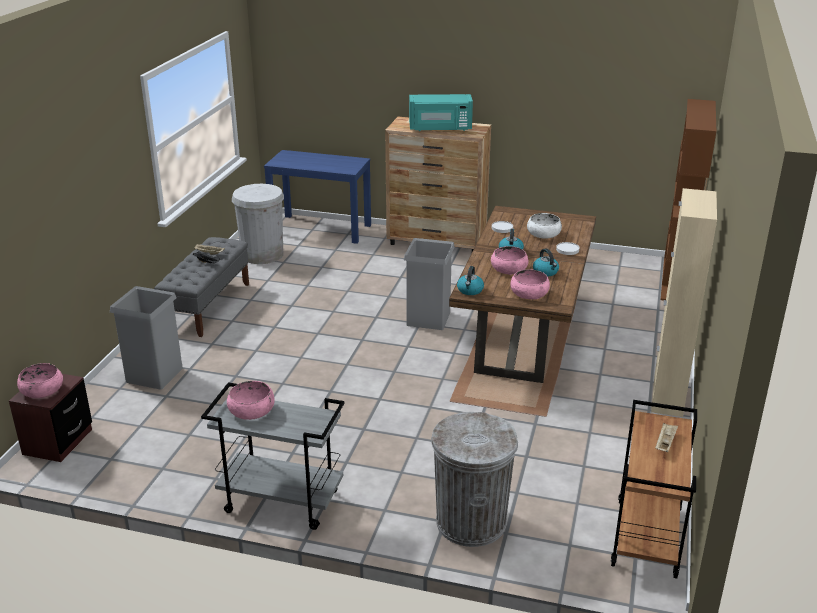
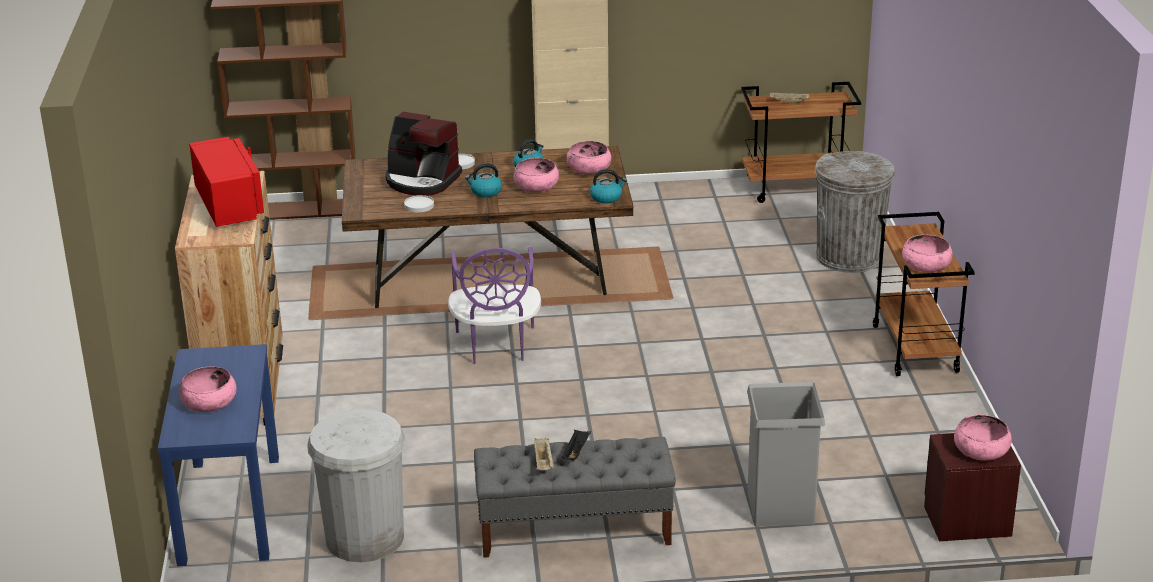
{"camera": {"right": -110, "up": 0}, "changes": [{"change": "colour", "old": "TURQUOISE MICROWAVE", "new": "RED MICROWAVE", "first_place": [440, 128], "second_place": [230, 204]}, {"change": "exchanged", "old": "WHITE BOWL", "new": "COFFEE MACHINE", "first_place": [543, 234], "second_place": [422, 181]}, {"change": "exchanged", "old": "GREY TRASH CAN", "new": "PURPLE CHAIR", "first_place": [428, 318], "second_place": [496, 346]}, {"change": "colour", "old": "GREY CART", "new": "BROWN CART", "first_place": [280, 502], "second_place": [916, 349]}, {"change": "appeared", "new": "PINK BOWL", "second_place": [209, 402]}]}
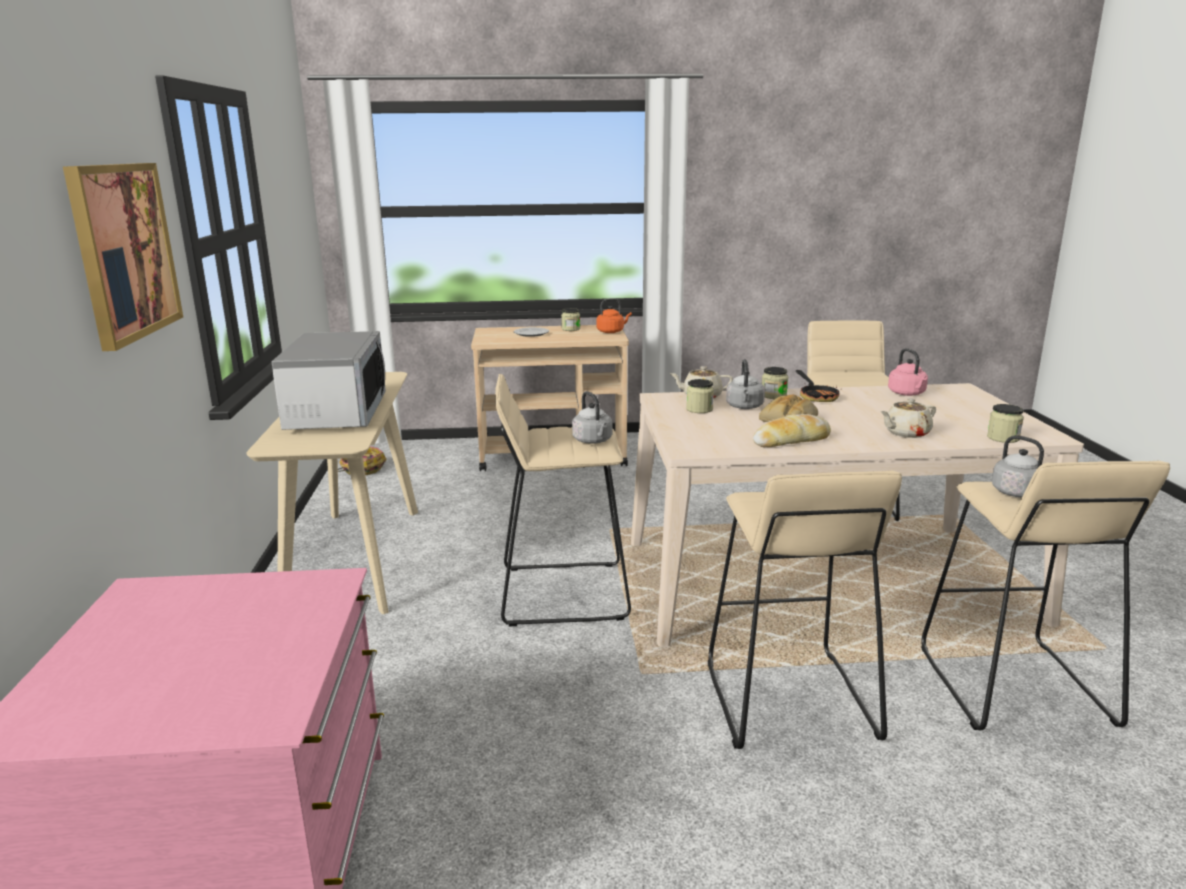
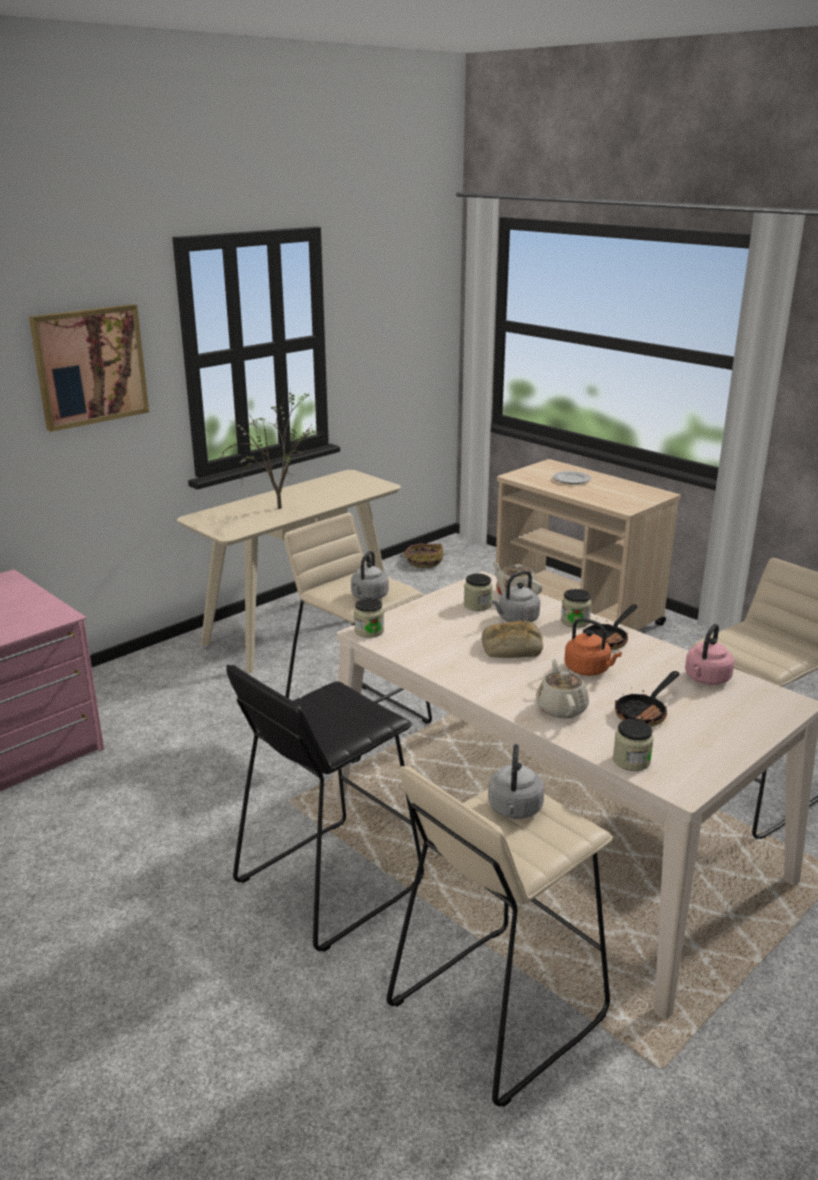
{"camera": {"right": 50, "up": 5}, "changes": [{"change": "relocated", "old": "ORANGE KETTLE", "first_place": [612, 331], "second_place": [589, 670]}, {"change": "relocated", "old": "JAR", "first_place": [570, 329], "second_place": [369, 631]}, {"change": "exchanged", "old": "MICROWAVE", "new": "POTTED PLANT", "first_place": [336, 414], "second_place": [279, 507]}, {"change": "spun", "old": "BEIGE TEAPOT", "first_place": [906, 433], "second_place": [561, 708], "degrees": 60}, {"change": "missing", "old": "BREAD", "first_place": [791, 440]}, {"change": "colour", "old": "BEIGE STOOL", "new": "BLACK STOOL", "first_place": [787, 700], "second_place": [327, 883]}, {"change": "appeared", "new": "FRYING PAN", "second_place": [644, 713]}]}
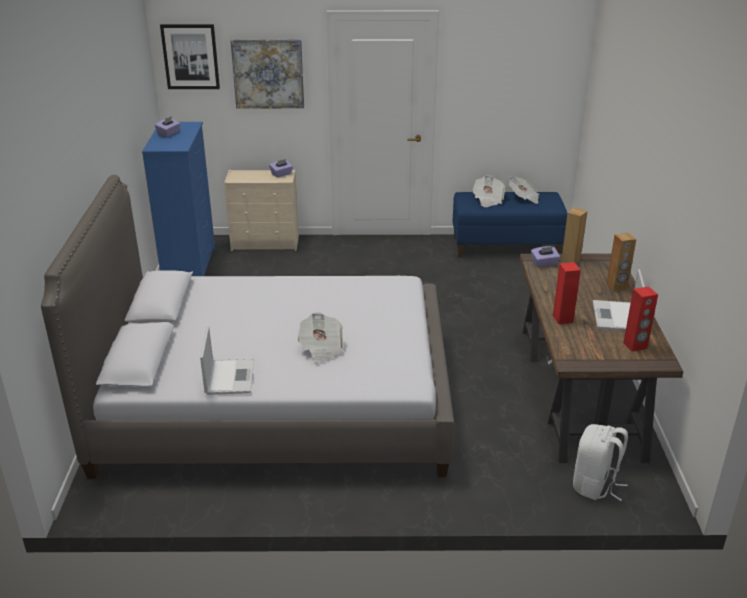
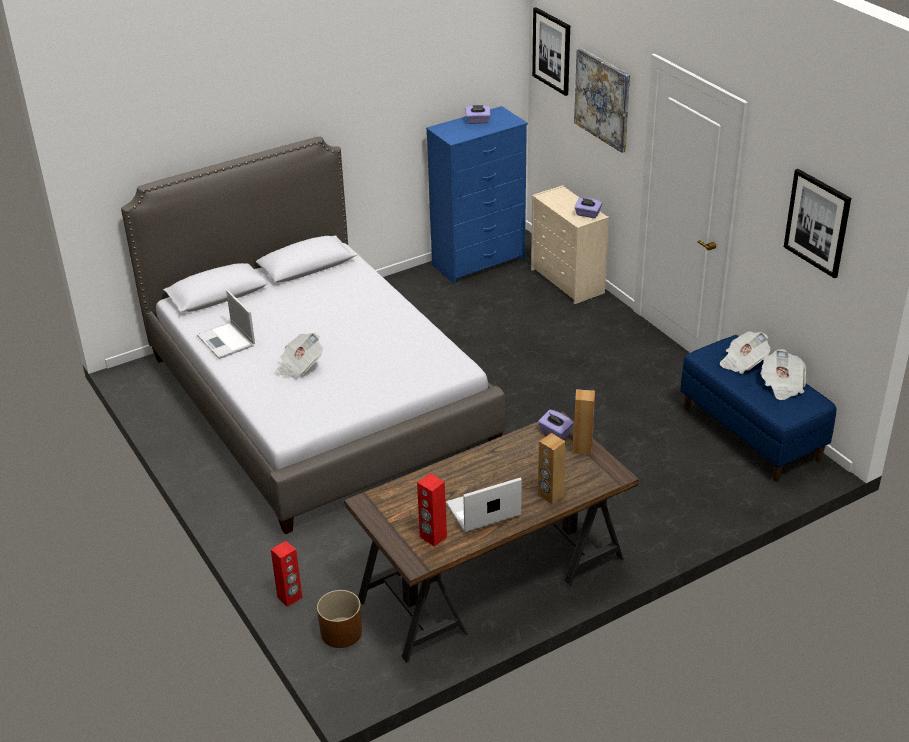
{"camera": {"right": 60, "up": 5}, "changes": [{"change": "relocated", "old": "RED SPEAKER", "first_place": [563, 319], "second_place": [290, 597]}, {"change": "spun", "old": "LAPTOP", "first_place": [229, 376], "second_place": [227, 341], "degrees": 90}, {"change": "exchanged", "old": "WHITE BACKPACK", "new": "BROWN PLANTER", "first_place": [595, 485], "second_place": [341, 633]}, {"change": "appeared", "new": "PICTURE", "second_place": [817, 222]}]}
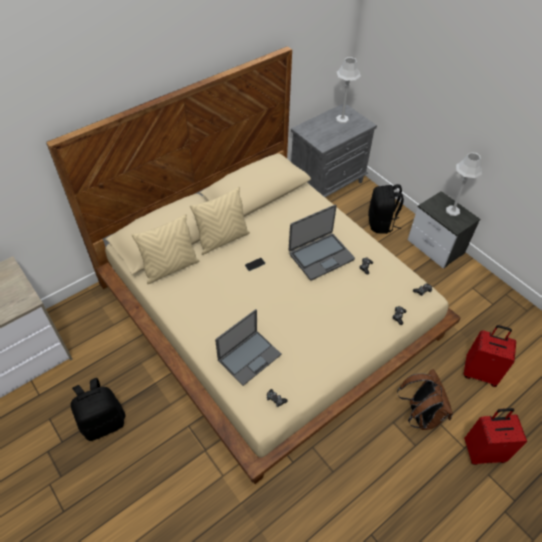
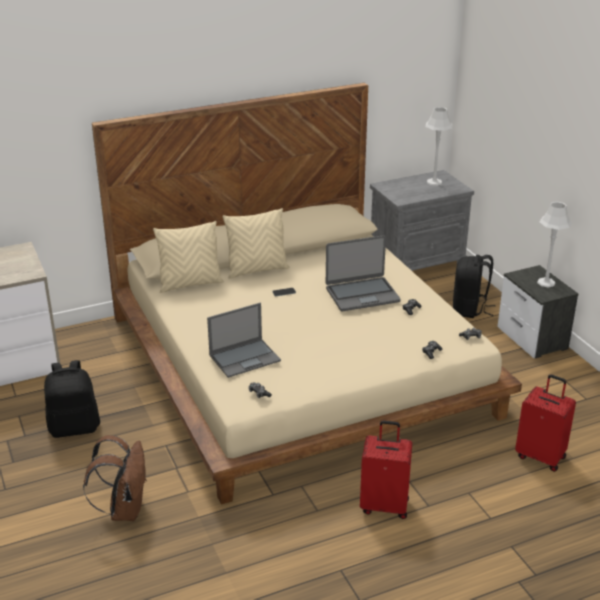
{"camera": {"right": 15, "up": -20}, "changes": [{"change": "relocated", "old": "BROWN BACKPACK", "first_place": [419, 414], "second_place": [124, 509]}, {"change": "relocated", "old": "RED SUITCASE", "first_place": [483, 451], "second_place": [384, 505]}]}
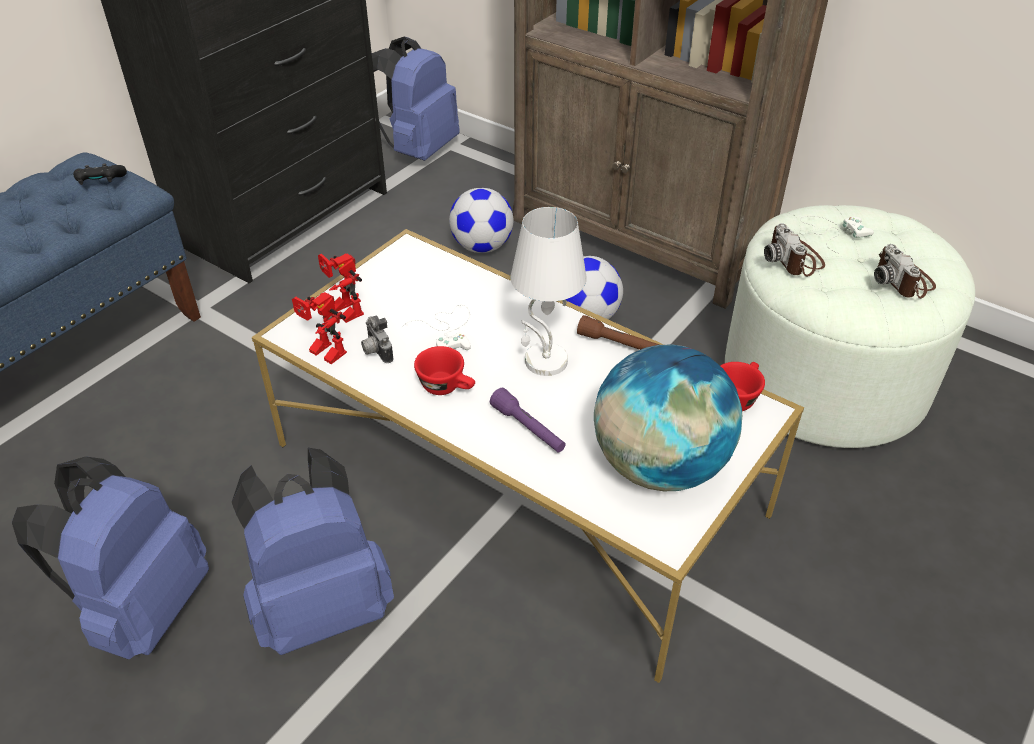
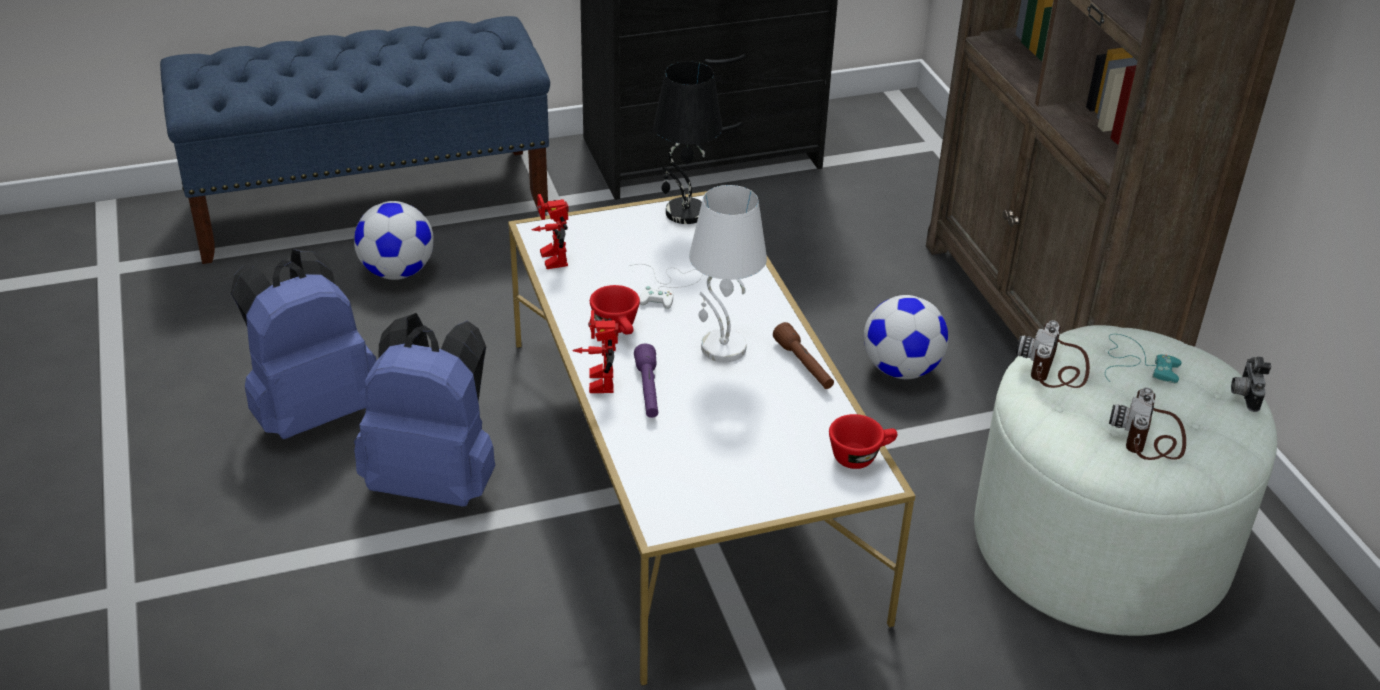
{"camera": {"right": 35, "up": -5}, "changes": [{"change": "missing", "old": "BLUE BACKPACK", "first_place": [418, 150]}, {"change": "missing", "old": "BLACK GAME CONTROLLER", "first_place": [101, 183]}, {"change": "relocated", "old": "FOOTBALL", "first_place": [482, 246], "second_place": [398, 272]}, {"change": "colour", "old": "WHITE GAME CONTROLLER", "new": "TURQUOISE GAME CONTROLLER", "first_place": [833, 231], "second_place": [1136, 362]}, {"change": "relocated", "old": "TOY ROBOT", "first_place": [342, 311], "second_place": [596, 380]}, {"change": "relocated", "old": "PHOTO CAMERA", "first_place": [376, 351], "second_place": [1243, 395]}, {"change": "missing", "old": "GLOBE", "first_place": [659, 466]}, {"change": "appeared", "new": "BLACK TABLE LAMP", "second_place": [684, 213]}]}
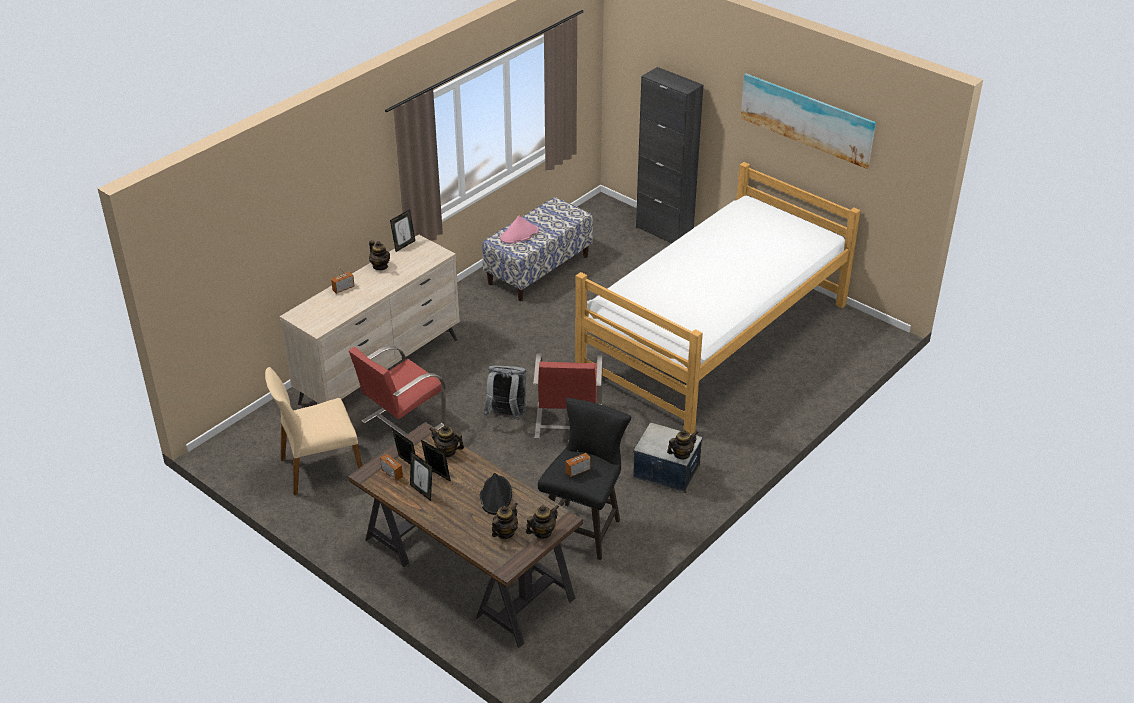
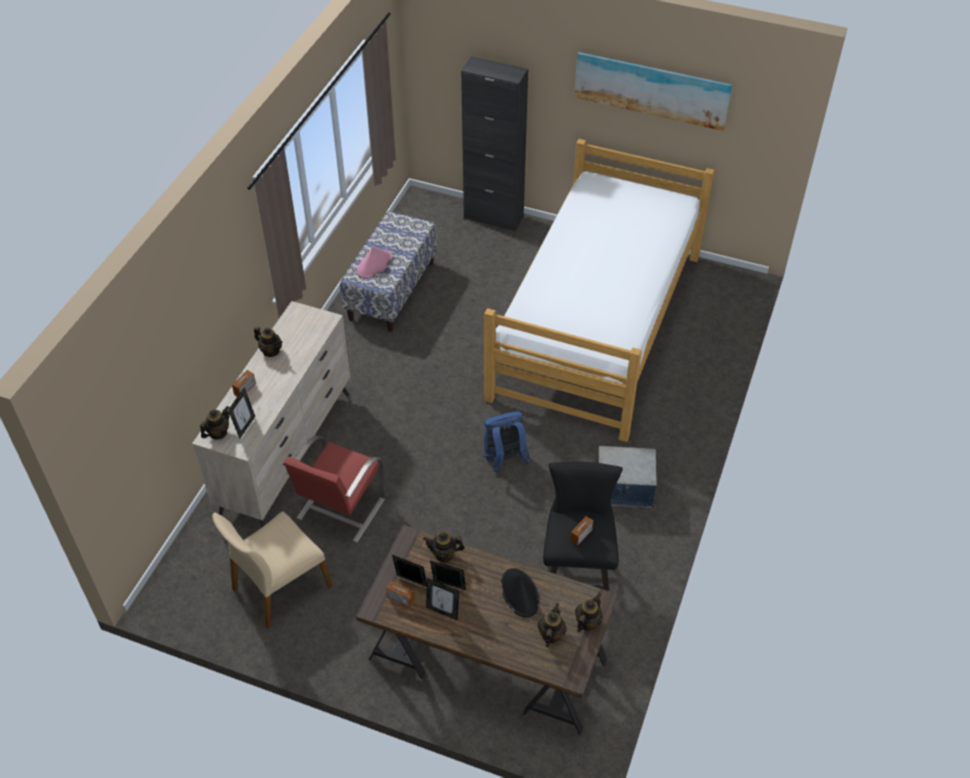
{"camera": {"right": -20, "up": 10}, "changes": [{"change": "relocated", "old": "PICTURE FRAME", "first_place": [404, 245], "second_place": [245, 426]}, {"change": "exchanged", "old": "RED CHAIR", "new": "BLUE BACKPACK", "first_place": [568, 422], "second_place": [504, 460]}, {"change": "missing", "old": "GREY BACKPACK", "first_place": [506, 415]}, {"change": "relocated", "old": "TEAPOT", "first_place": [681, 454], "second_place": [218, 433]}]}
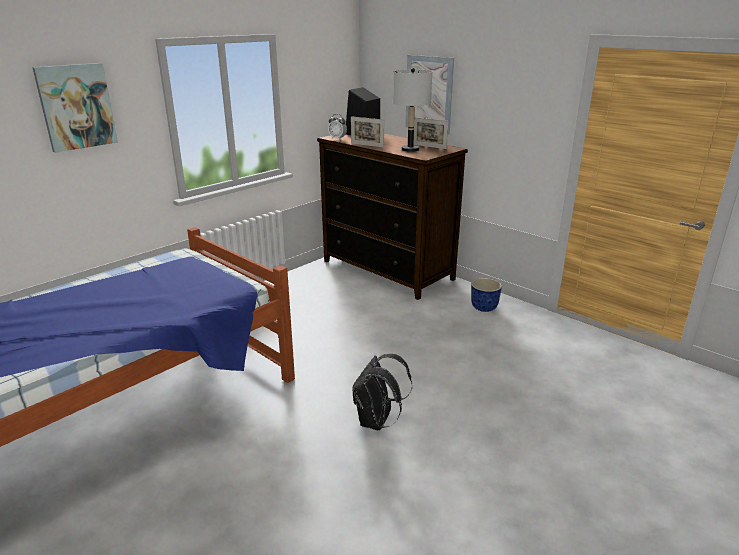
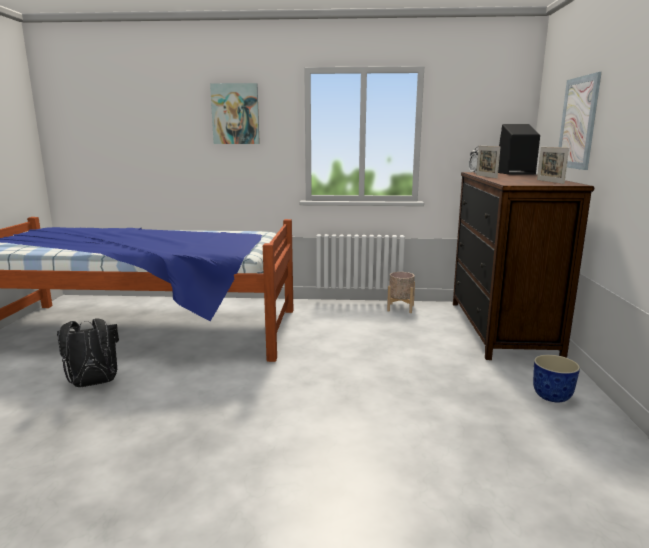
{"camera": {"right": 50, "up": -10}, "changes": [{"change": "missing", "old": "GREY TABLE LAMP", "first_place": [410, 150]}, {"change": "relocated", "old": "BLACK BACKPACK", "first_place": [377, 421], "second_place": [93, 384]}, {"change": "appeared", "new": "BEIGE PLANTER", "second_place": [400, 308]}]}
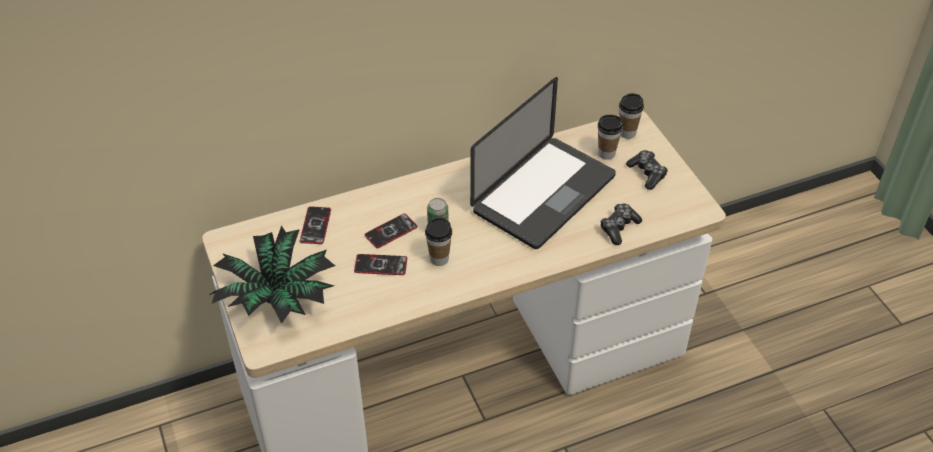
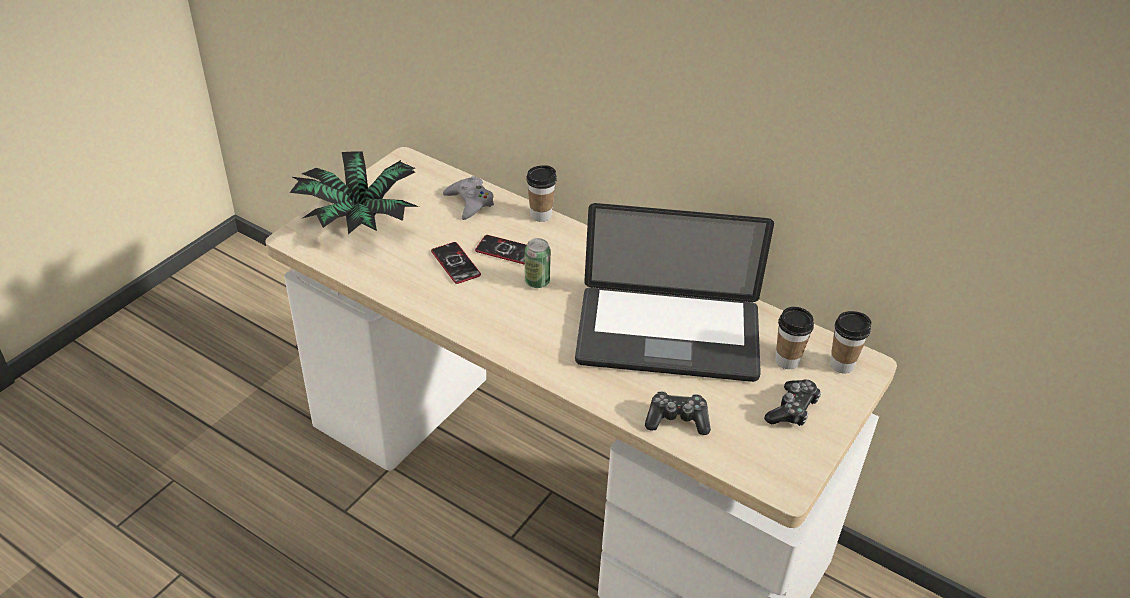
{"camera": {"right": 55, "up": -5}, "changes": [{"change": "exchanged", "old": "PHONE", "new": "GREY GAME CONTROLLER", "first_place": [315, 226], "second_place": [470, 202]}, {"change": "relocated", "old": "CUP", "first_place": [439, 259], "second_place": [540, 215]}]}
